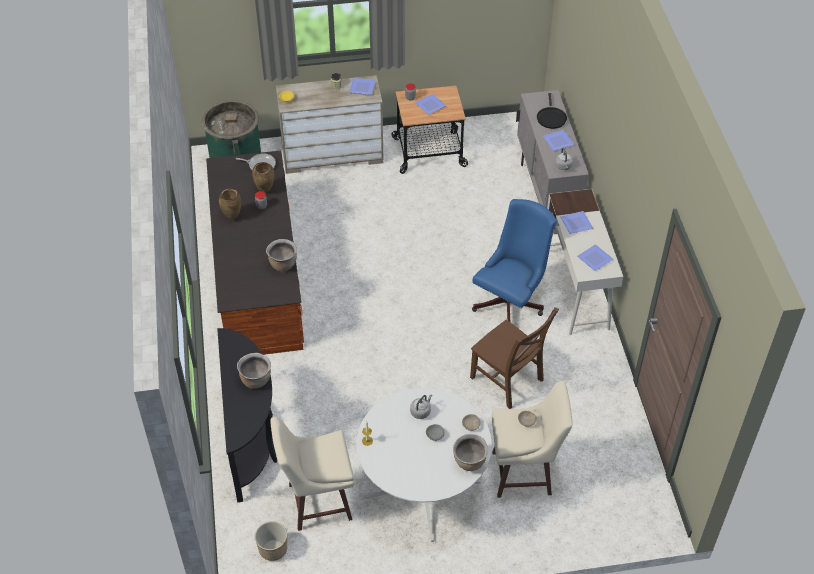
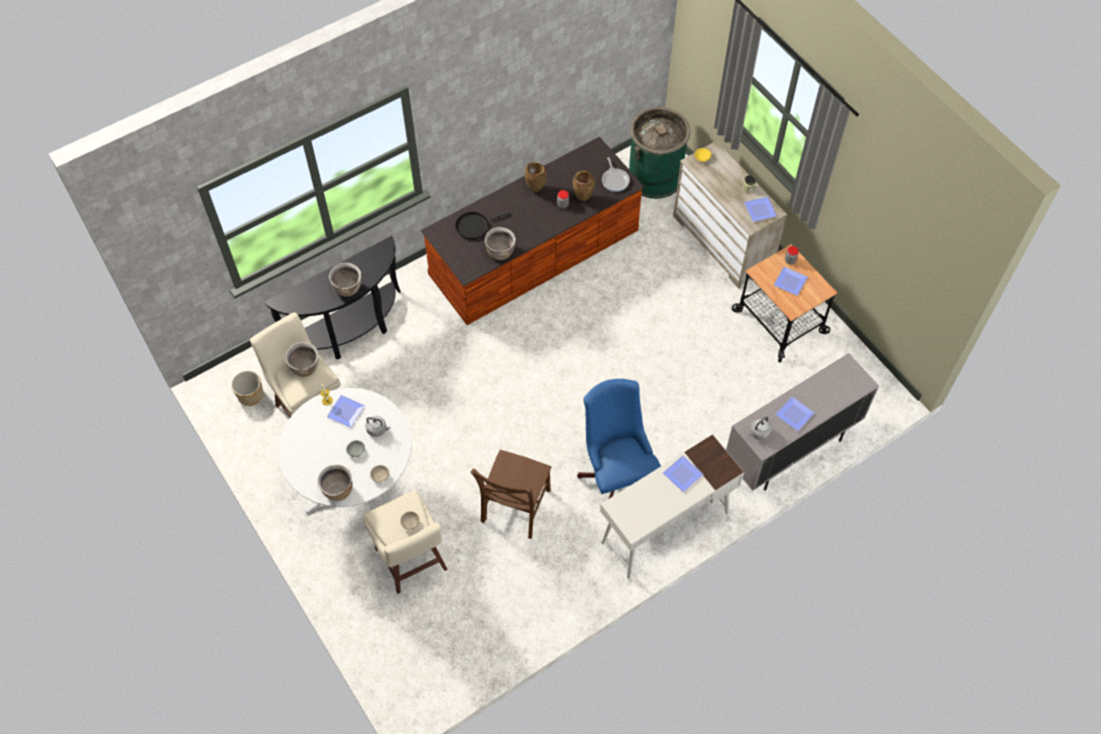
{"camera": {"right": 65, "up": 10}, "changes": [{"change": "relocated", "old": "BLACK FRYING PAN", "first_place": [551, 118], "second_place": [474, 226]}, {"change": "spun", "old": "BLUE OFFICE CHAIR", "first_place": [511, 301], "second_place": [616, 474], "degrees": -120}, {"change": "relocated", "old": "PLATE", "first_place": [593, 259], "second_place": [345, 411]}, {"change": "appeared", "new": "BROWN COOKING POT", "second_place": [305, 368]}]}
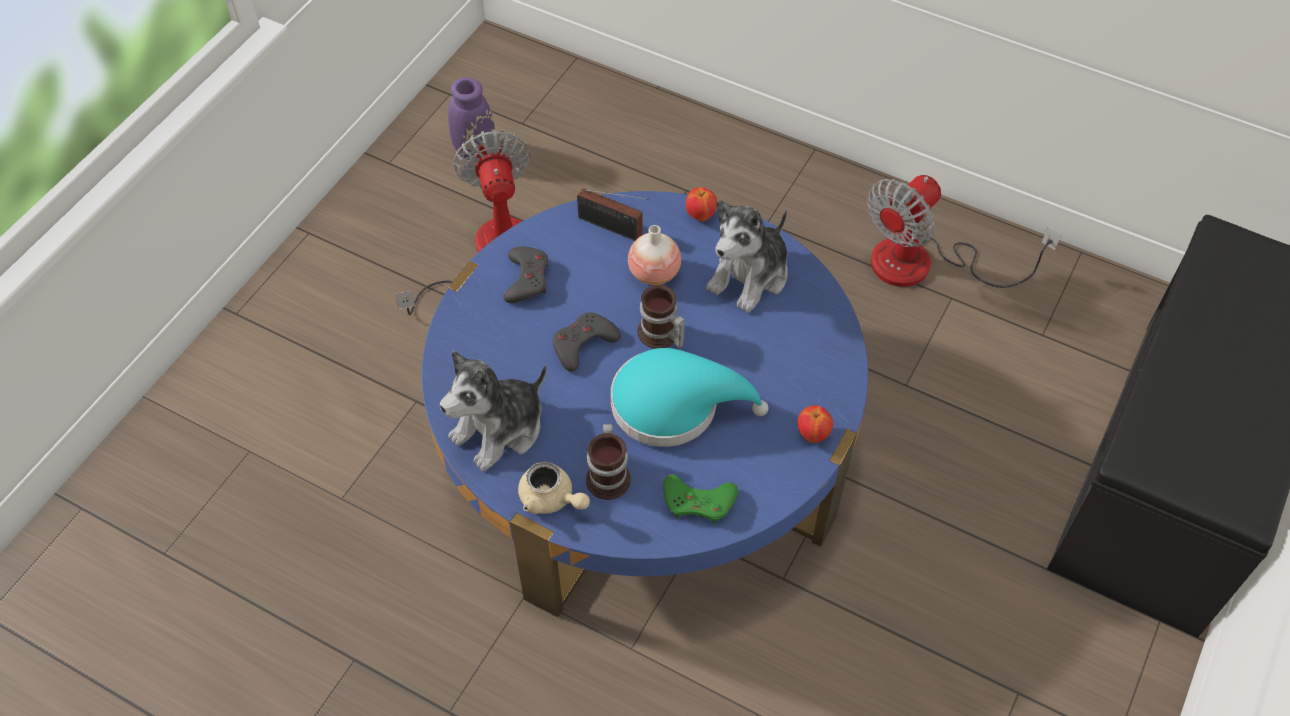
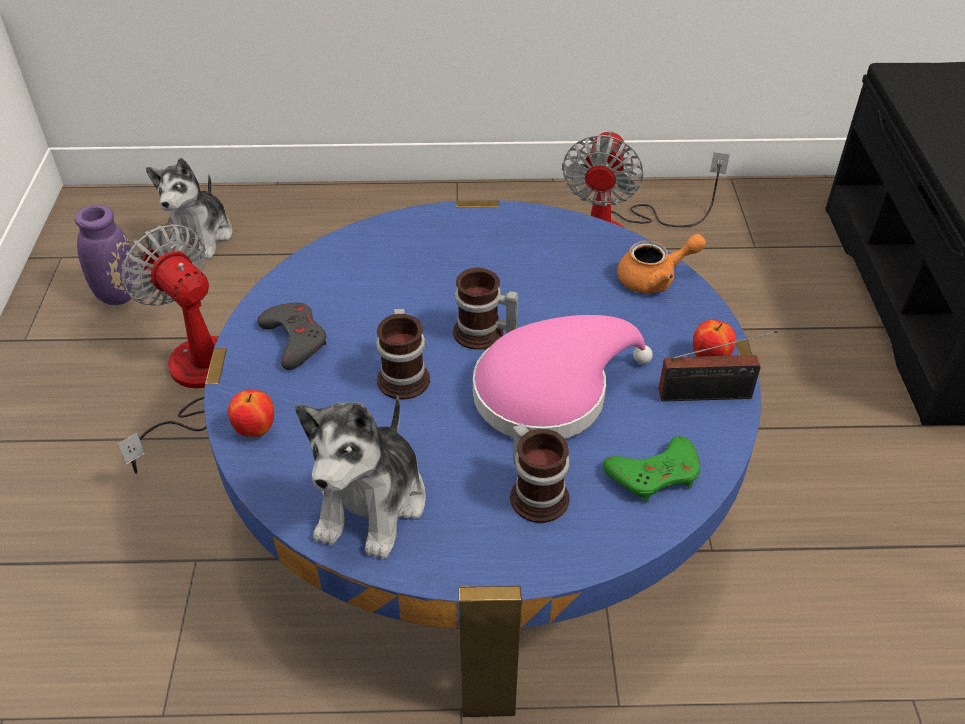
{"camera": {"right": -30, "up": -10}, "changes": [{"change": "relocated", "old": "APPLE", "first_place": [700, 216], "second_place": [255, 430]}, {"change": "relocated", "old": "RADIO", "first_place": [613, 228], "second_place": [710, 395]}, {"change": "relocated", "old": "PLUSH TOY", "first_place": [750, 276], "second_place": [201, 236]}, {"change": "missing", "old": "VASE", "first_place": [654, 273]}, {"change": "exchanged", "old": "GREY GAME CONTROLLER", "new": "MUG", "first_place": [583, 344], "second_place": [406, 376]}, {"change": "colour", "old": "TURQUOISE HAT", "new": "PINK HAT", "first_place": [674, 404], "second_place": [550, 391]}, {"change": "missing", "old": "BEIGE TEAPOT", "first_place": [551, 499]}, {"change": "appeared", "new": "ORANGE TEAPOT", "second_place": [655, 278]}]}
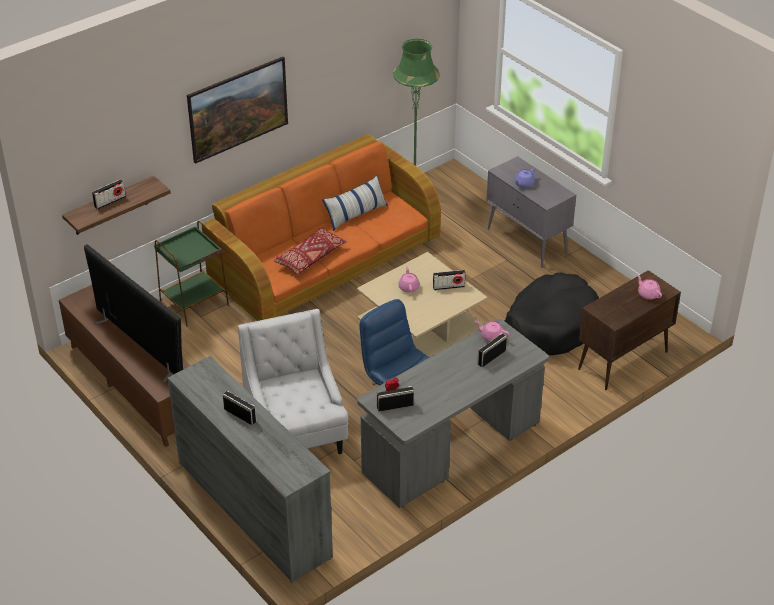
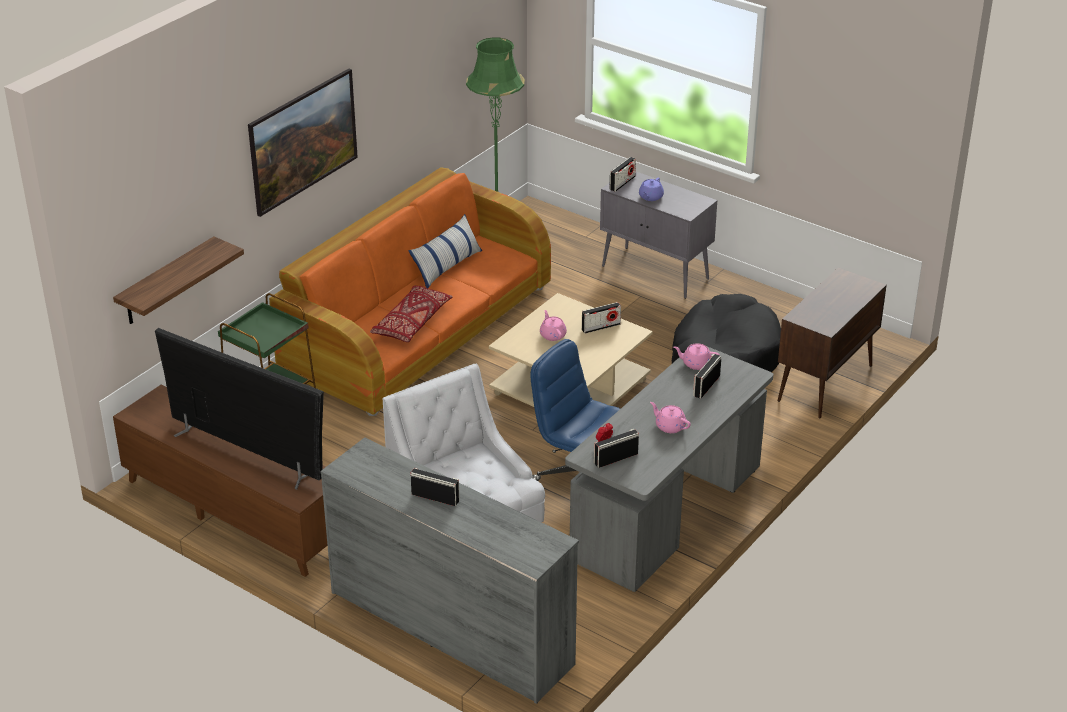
{"camera": {"right": -15, "up": -5}, "changes": [{"change": "relocated", "old": "RADIO", "first_place": [110, 202], "second_place": [622, 183]}, {"change": "relocated", "old": "PINK TEAPOT", "first_place": [648, 294], "second_place": [669, 426]}]}
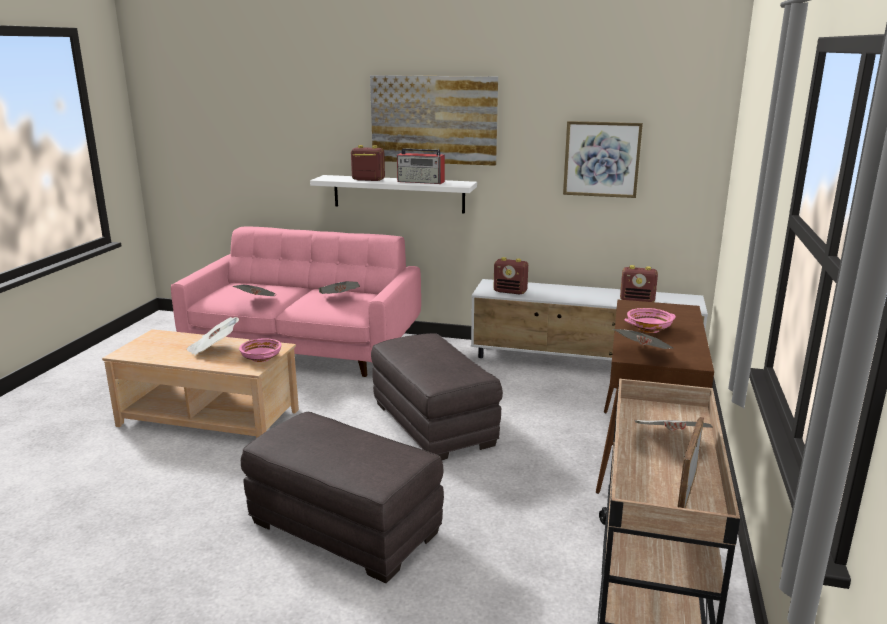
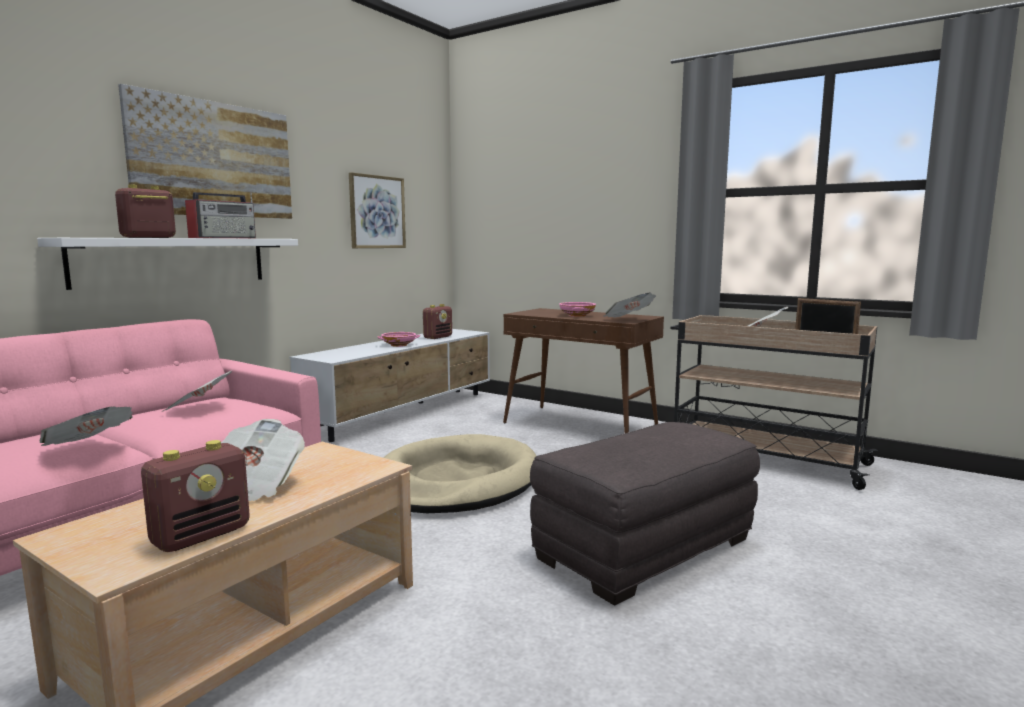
{"camera": {"right": -70, "up": -10}, "changes": [{"change": "relocated", "old": "RADIO", "first_place": [510, 291], "second_place": [202, 535]}, {"change": "exchanged", "old": "GREY OTTOMAN", "new": "BEIGE DOG BED", "first_place": [432, 424], "second_place": [456, 481]}, {"change": "relocated", "old": "PINK BOWL", "first_place": [262, 358], "second_place": [399, 345]}]}
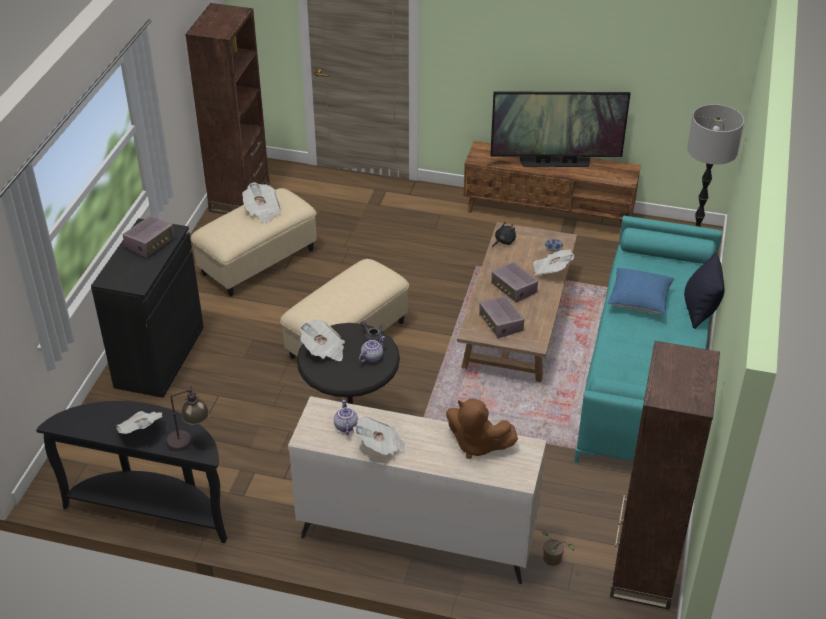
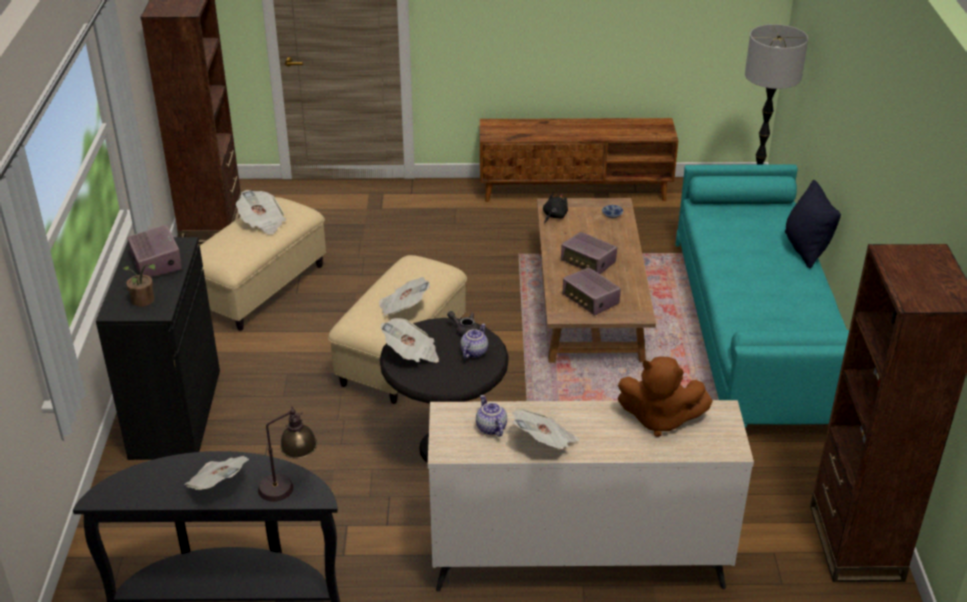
{"camera": {"right": -15, "up": -5}, "changes": [{"change": "missing", "old": "TELEVISION", "first_place": [555, 162]}, {"change": "spun", "old": "RADIO", "first_place": [150, 243], "second_place": [156, 262], "degrees": -45}, {"change": "relocated", "old": "NEWSPAPER", "first_place": [551, 270], "second_place": [403, 308]}, {"change": "missing", "old": "BLUE PILLOW", "first_place": [639, 300]}, {"change": "relocated", "old": "POTTED PLANT", "first_place": [553, 560], "second_place": [144, 301]}]}
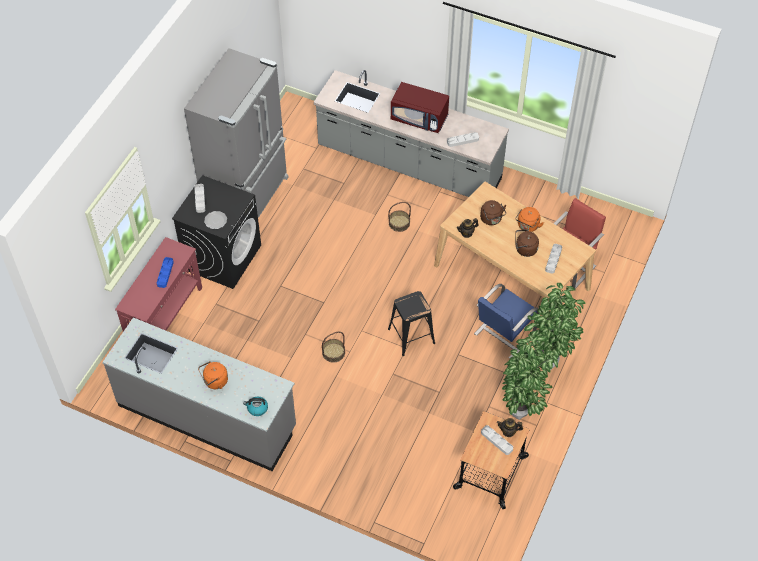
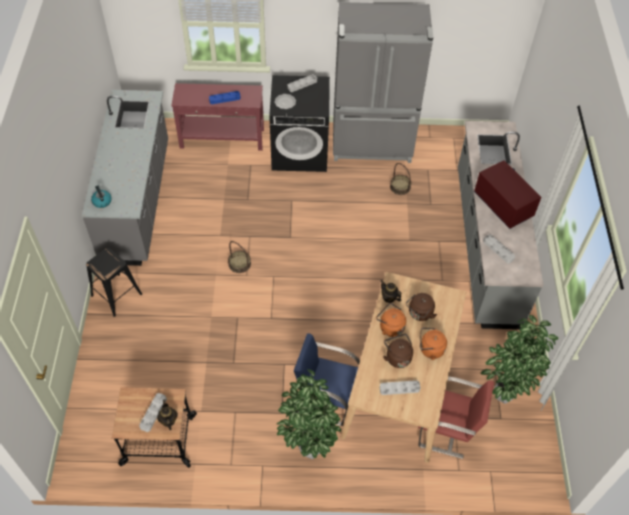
{"camera": {"right": 65, "up": 0}, "changes": [{"change": "spun", "old": "RED MICROWAVE", "first_place": [419, 118], "second_place": [502, 205], "degrees": 150}, {"change": "relocated", "old": "BASKET", "first_place": [399, 223], "second_place": [400, 187]}, {"change": "relocated", "old": "BLACK STOOL", "first_place": [411, 335], "second_place": [117, 294]}, {"change": "relocated", "old": "POTTED PLANT", "first_place": [520, 413], "second_place": [503, 398]}, {"change": "relocated", "old": "ORANGE KETTLE", "first_place": [214, 382], "second_place": [390, 327]}]}
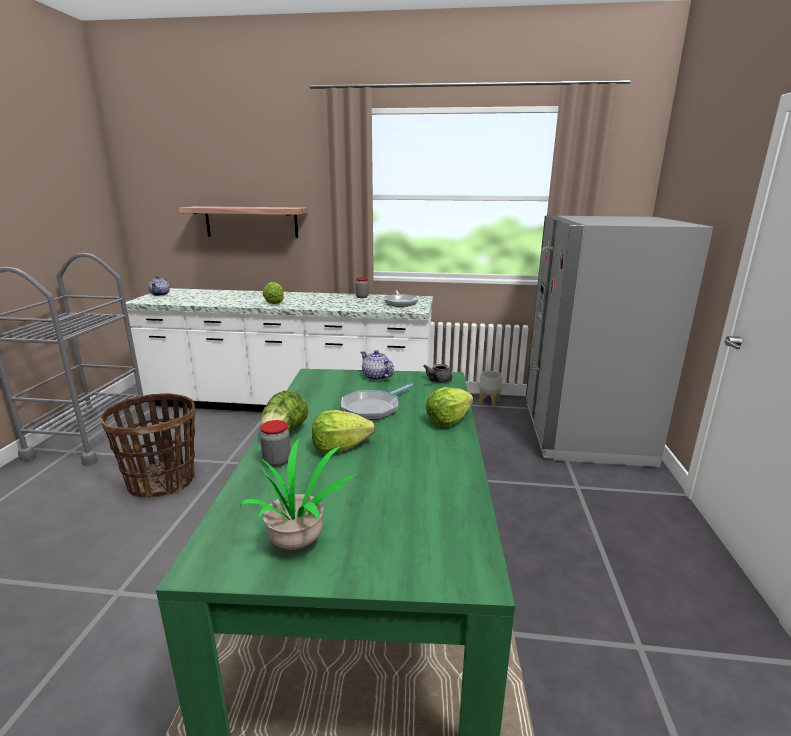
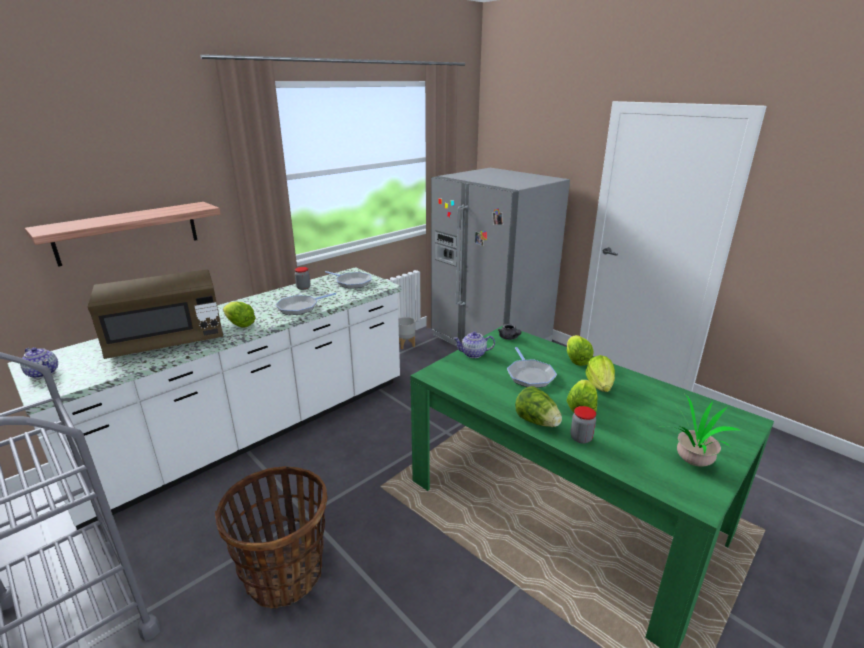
{"camera": {"right": -50, "up": 5}, "changes": [{"change": "appeared", "new": "BROWN MICROWAVE", "second_place": [167, 341]}, {"change": "appeared", "new": "FRYING PAN", "second_place": [300, 307]}, {"change": "appeared", "new": "LETTUCE", "second_place": [599, 386]}]}
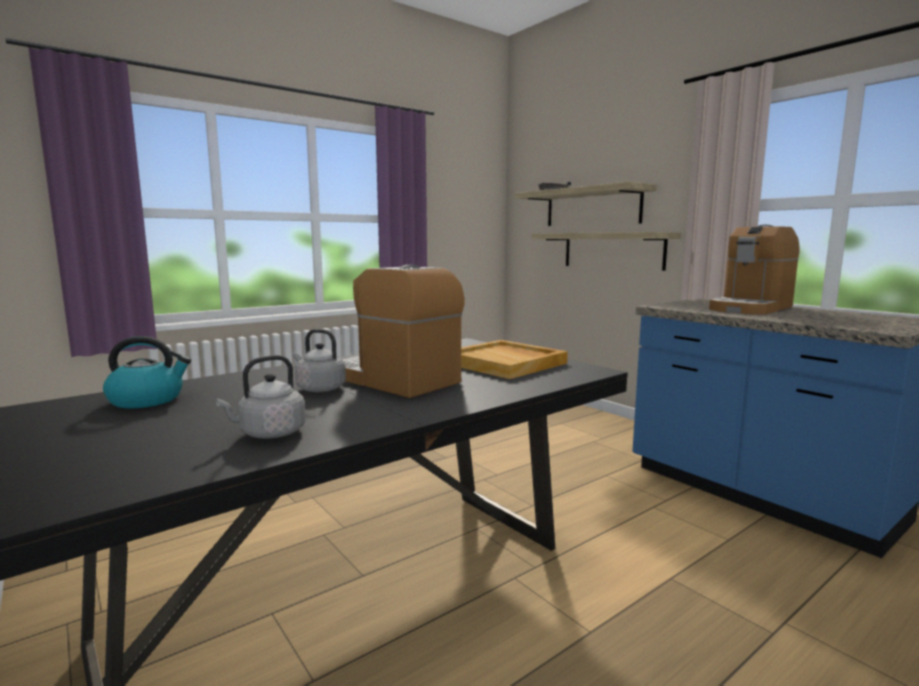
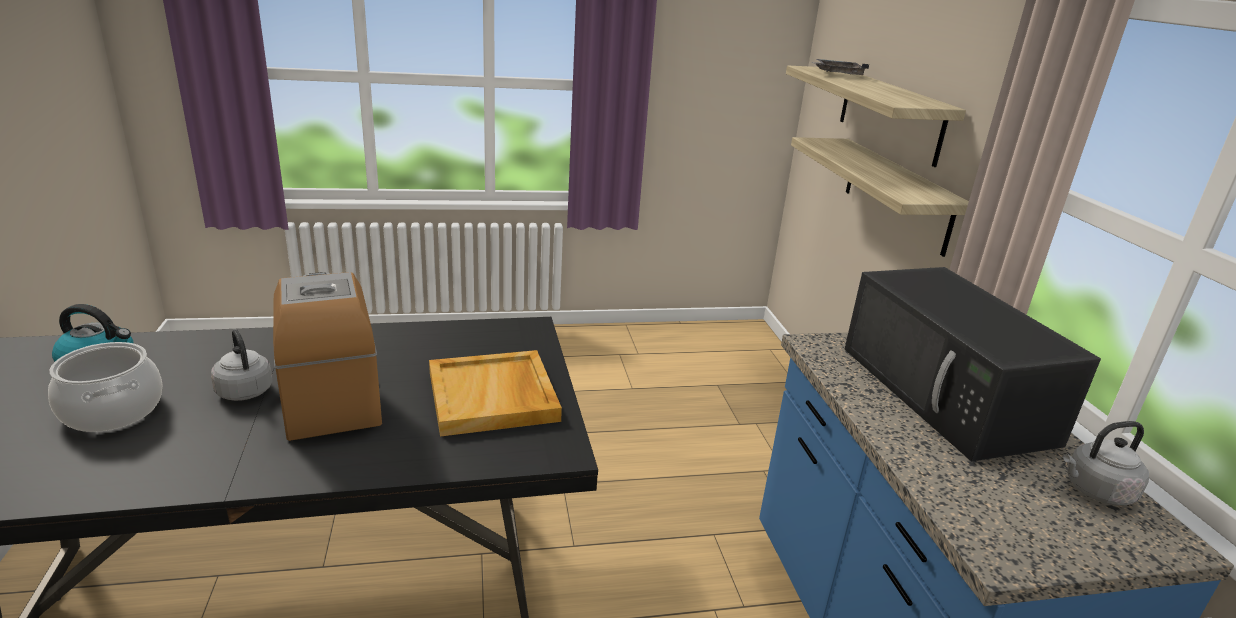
{"camera": {"right": 25, "up": 15}, "changes": [{"change": "exchanged", "old": "COFFEE MACHINE", "new": "BLACK MICROWAVE", "first_place": [751, 308], "second_place": [947, 395]}, {"change": "relocated", "old": "GREY KETTLE", "first_place": [269, 434], "second_place": [1095, 491]}, {"change": "appeared", "new": "COOKING POT", "second_place": [112, 410]}]}
